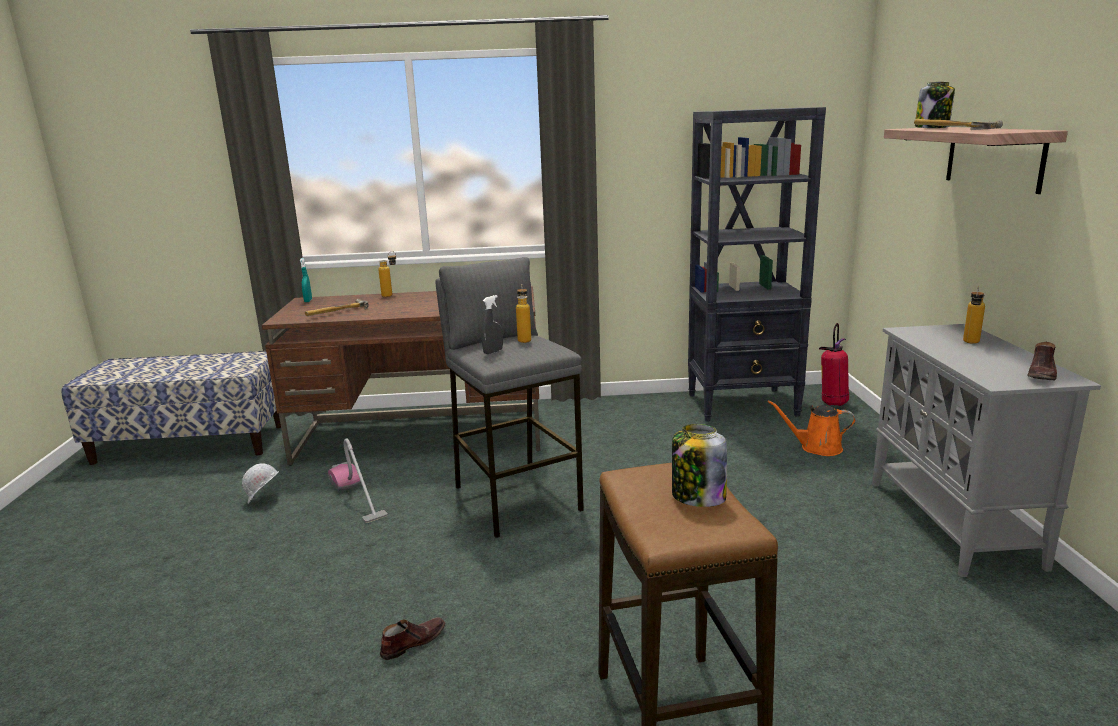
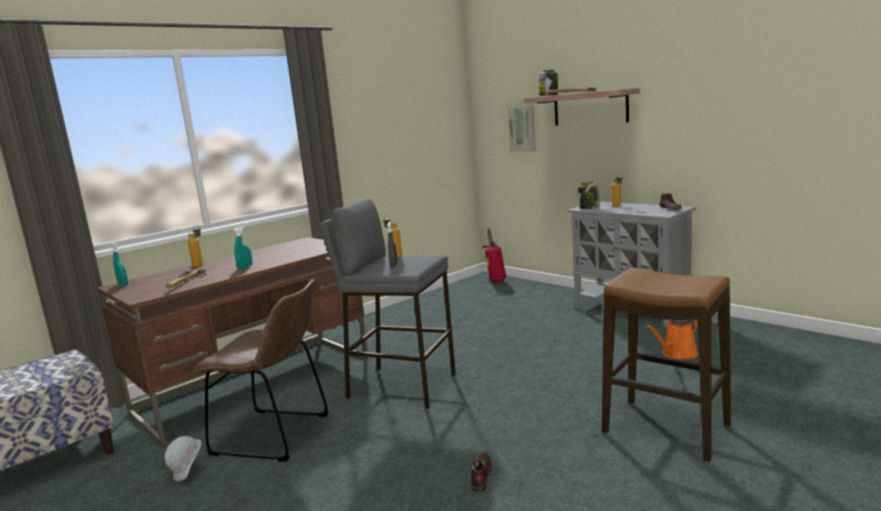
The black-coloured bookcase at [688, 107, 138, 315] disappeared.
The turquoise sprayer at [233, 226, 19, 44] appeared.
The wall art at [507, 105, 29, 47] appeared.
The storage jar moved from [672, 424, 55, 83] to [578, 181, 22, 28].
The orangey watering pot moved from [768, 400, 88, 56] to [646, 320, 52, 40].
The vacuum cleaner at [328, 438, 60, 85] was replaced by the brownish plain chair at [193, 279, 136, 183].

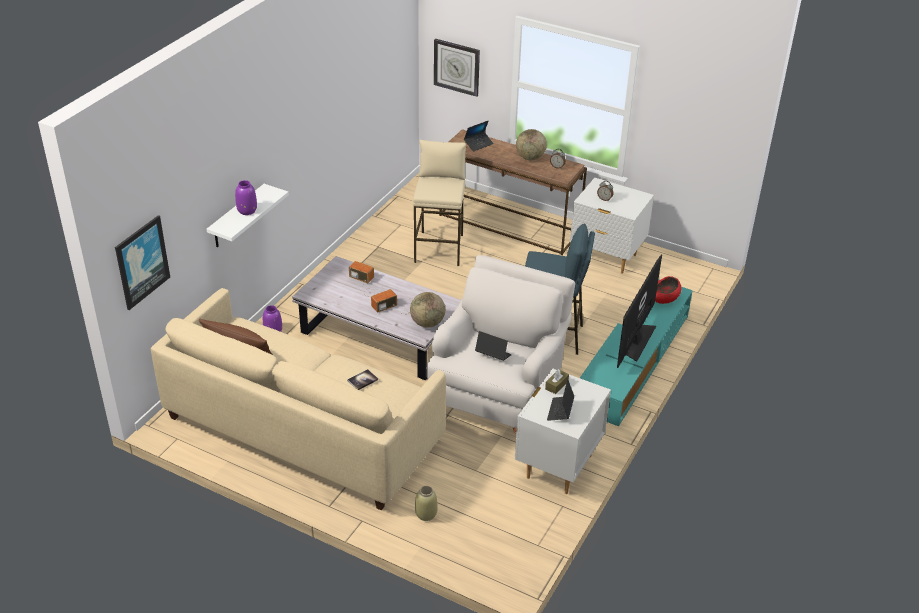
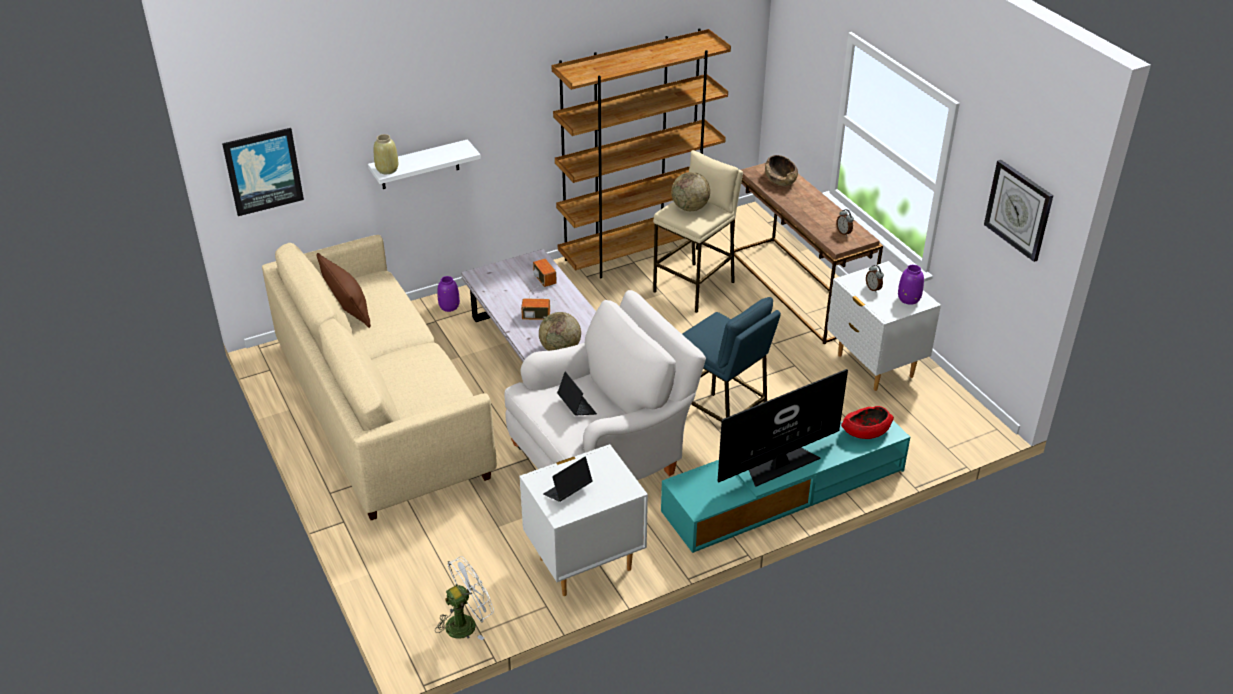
The bound book at [347, 369, 31, 21] disappeared.
The brownish box of tissues at [545, 369, 24, 25] disappeared.
The white-coloured fan at [435, 556, 59, 84] appeared.
The brownish bookcase at [551, 28, 180, 250] appeared.
The purplish decorative vase moved from [235, 180, 22, 35] to [898, 265, 26, 40].
The beige decorative vase moved from [415, 486, 23, 35] to [374, 134, 24, 40].
The hanging clock moved from [434, 39, 46, 58] to [984, 160, 69, 102].
The desk globe moved from [516, 129, 31, 31] to [671, 172, 39, 39].
The notebook computer at [464, 121, 30, 31] was replaced by the brownish bowl at [765, 155, 33, 31].

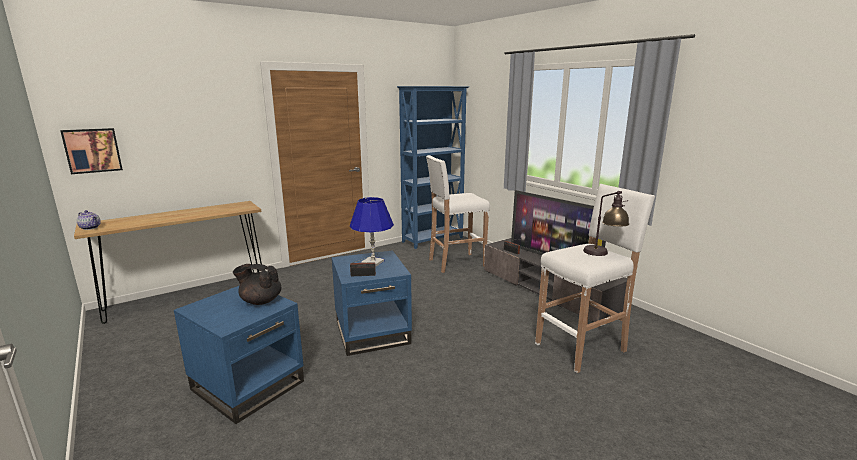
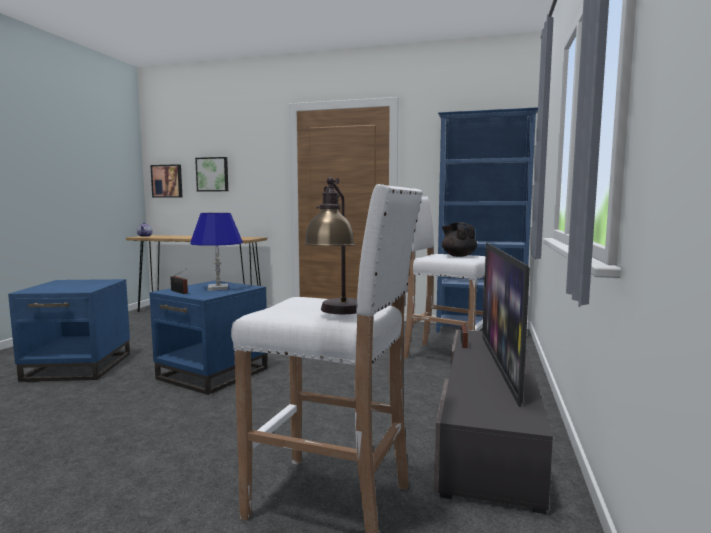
The wall art at [195, 157, 33, 35] appeared.
The black-coloured teapot moved from [233, 264, 48, 41] to [442, 222, 35, 35].

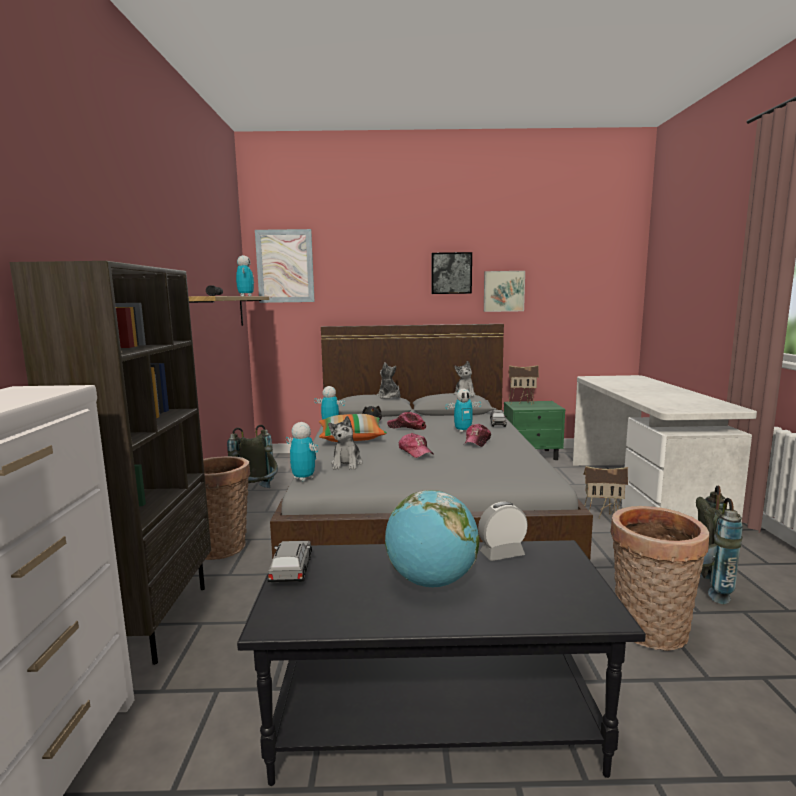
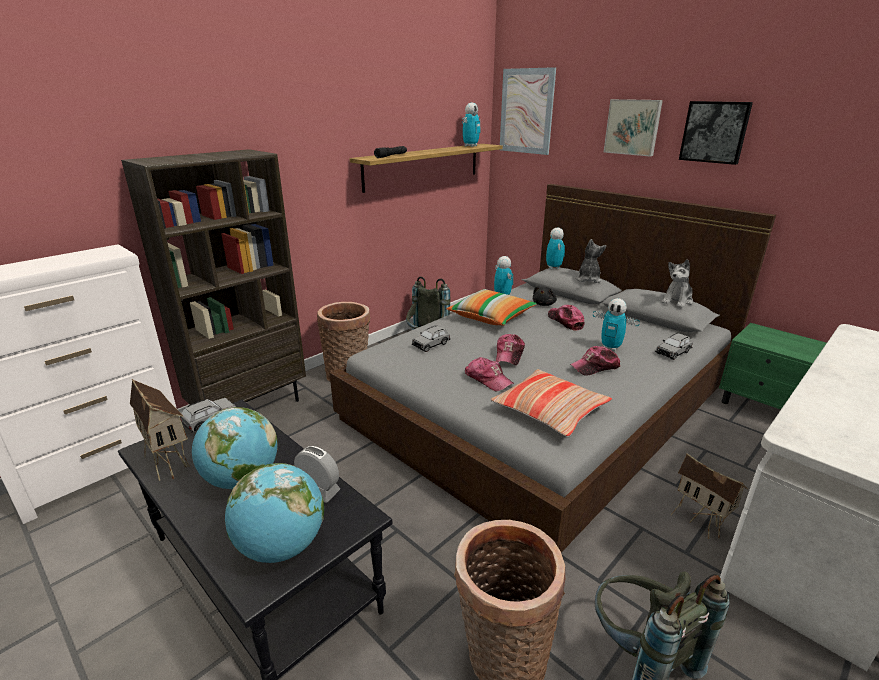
The desk globe at [225, 463, 99, 100] appeared.
The baseball cap at [465, 357, 49, 35] appeared.
The cushion at [490, 369, 122, 68] appeared.
The toy robot moved from [286, 422, 33, 59] to [546, 228, 19, 41].
The wall art moved from [484, 271, 41, 41] to [604, 99, 59, 57].
The toy house moved from [508, 365, 31, 40] to [130, 379, 60, 102].
The cuddly toy at [328, 416, 35, 54] was replaced by the greyish toy car at [412, 326, 38, 26].

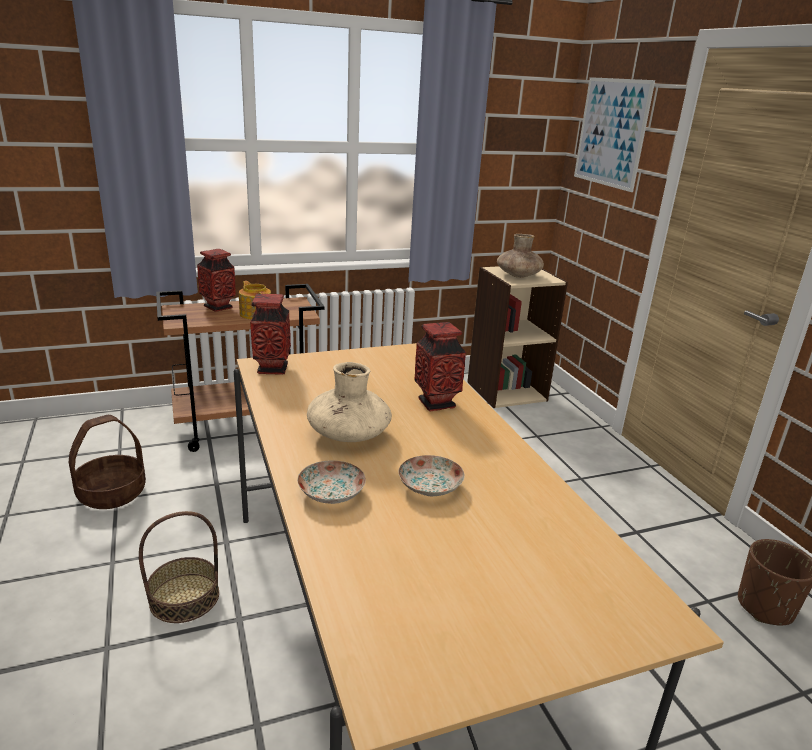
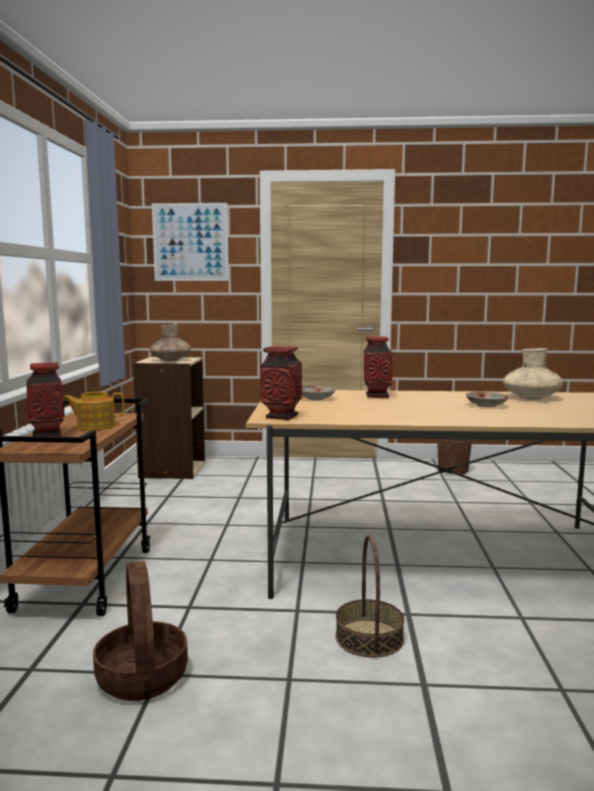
The plate moved from [297, 460, 69, 44] to [302, 386, 34, 14].
The beige decorative vase moved from [307, 362, 85, 80] to [503, 348, 60, 52].

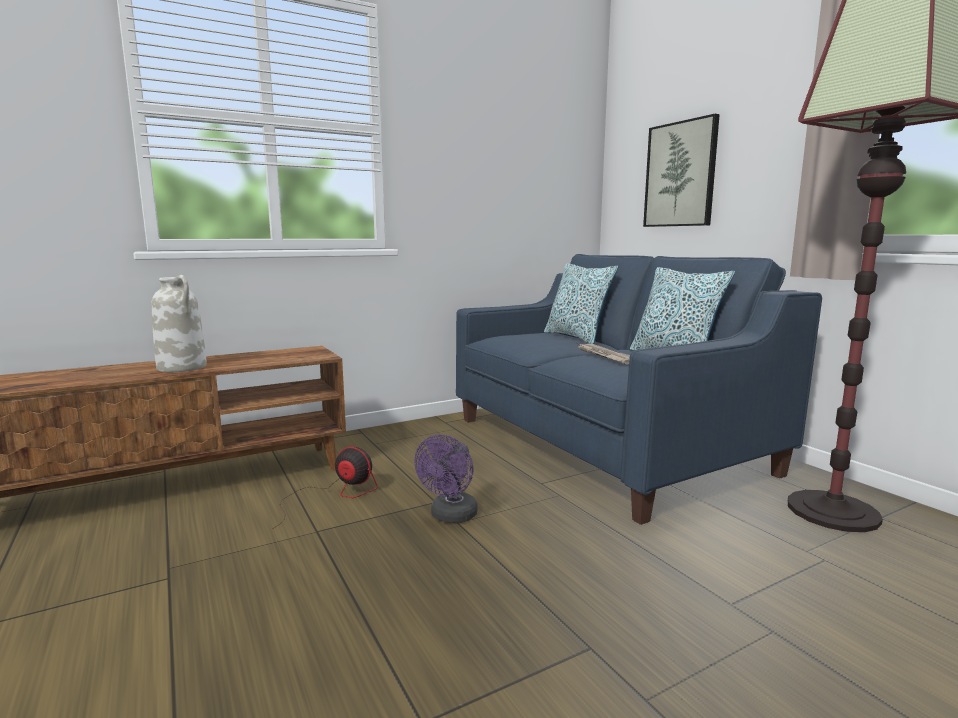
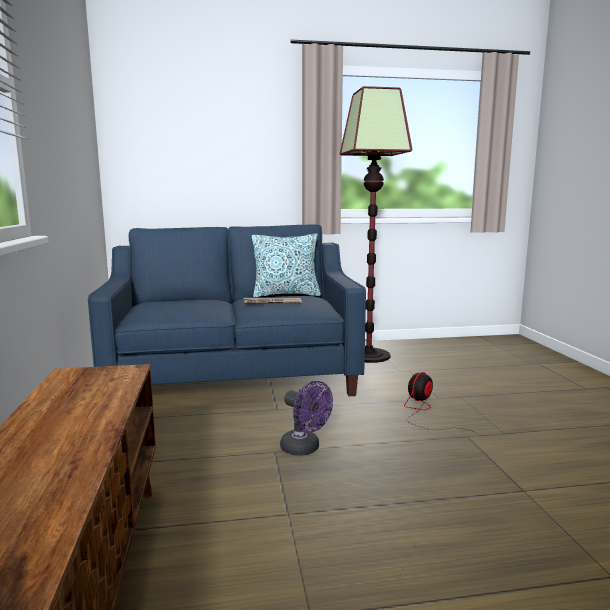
The white-coloured decorative vase at [151, 275, 56, 97] disappeared.
The cushion at [544, 263, 74, 81] disappeared.
The wall art at [643, 114, 77, 113] disappeared.
The fan moved from [274, 447, 104, 81] to [404, 372, 73, 61].

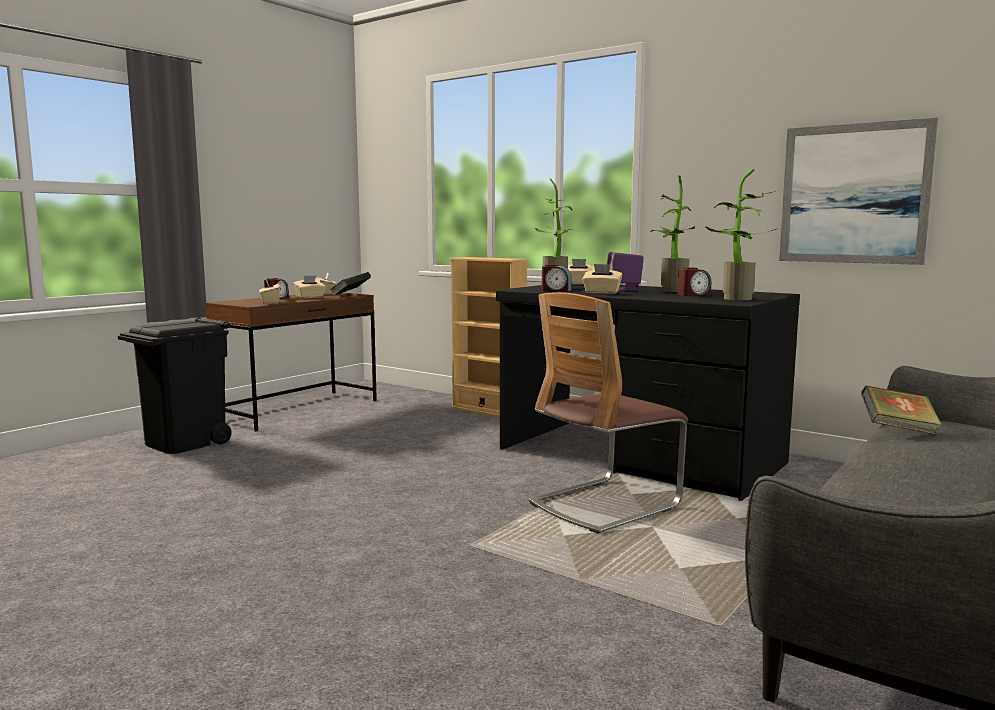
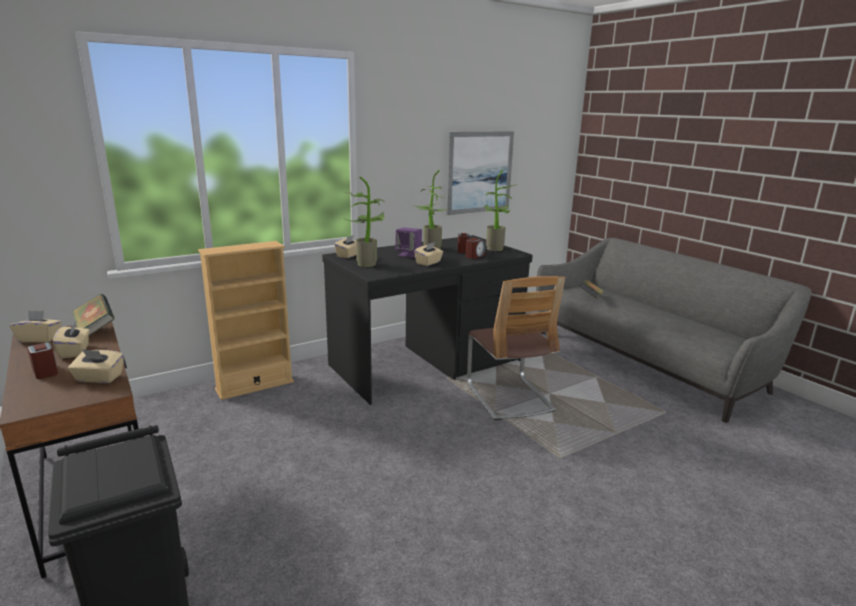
The alarm clock moved from [542, 265, 30, 26] to [466, 238, 20, 21].

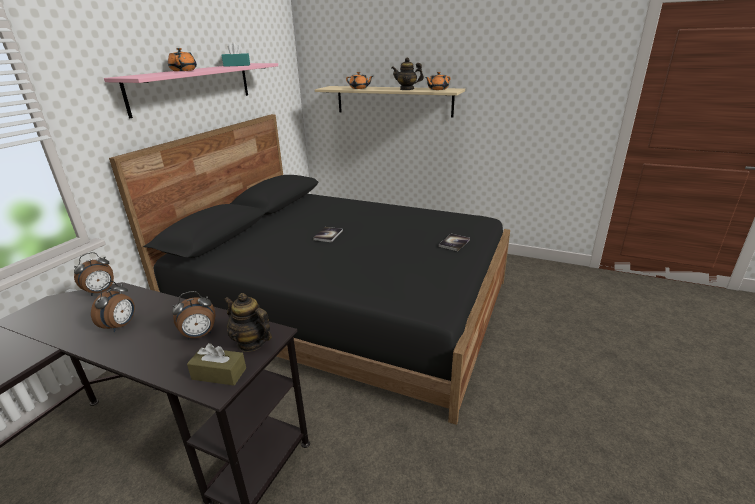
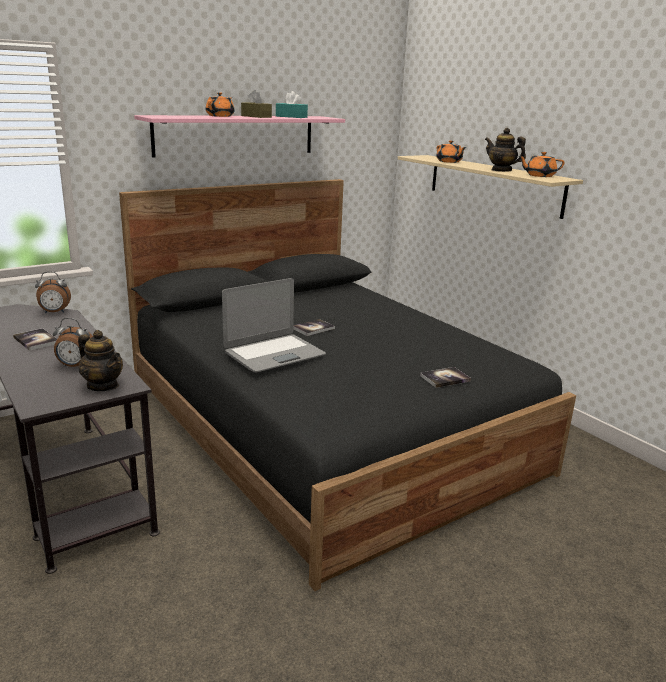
The notebook computer at [222, 278, 104, 94] appeared.
The brownish box of tissues moved from [187, 343, 59, 43] to [241, 90, 31, 28].
The alarm clock at [91, 281, 44, 51] was replaced by the bound book at [13, 328, 44, 23].
The teapot at [224, 293, 48, 59] turned 150 degrees clockwise.

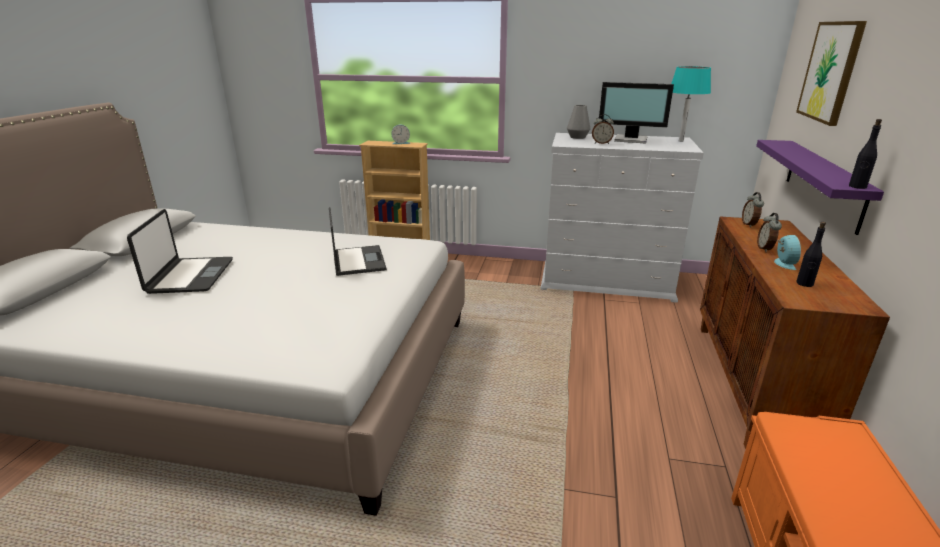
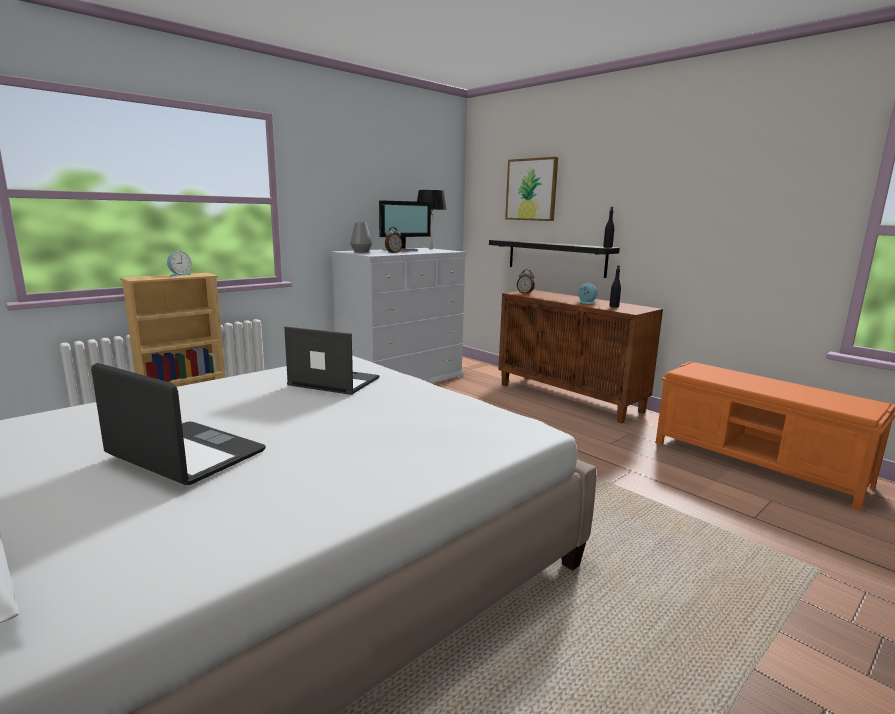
The alarm clock at [757, 213, 25, 39] disappeared.
The turquoise lamp for a table at [671, 66, 40, 76] became the black-coloured lamp for a table at [417, 190, 30, 59].
The purplish wall shelf at [756, 140, 128, 95] became the black-coloured wall shelf at [489, 240, 131, 38].

